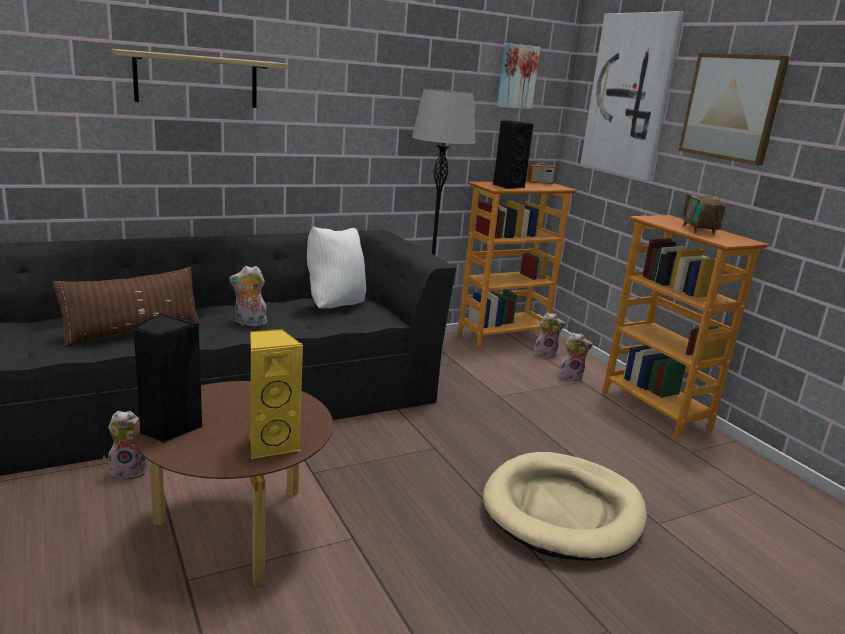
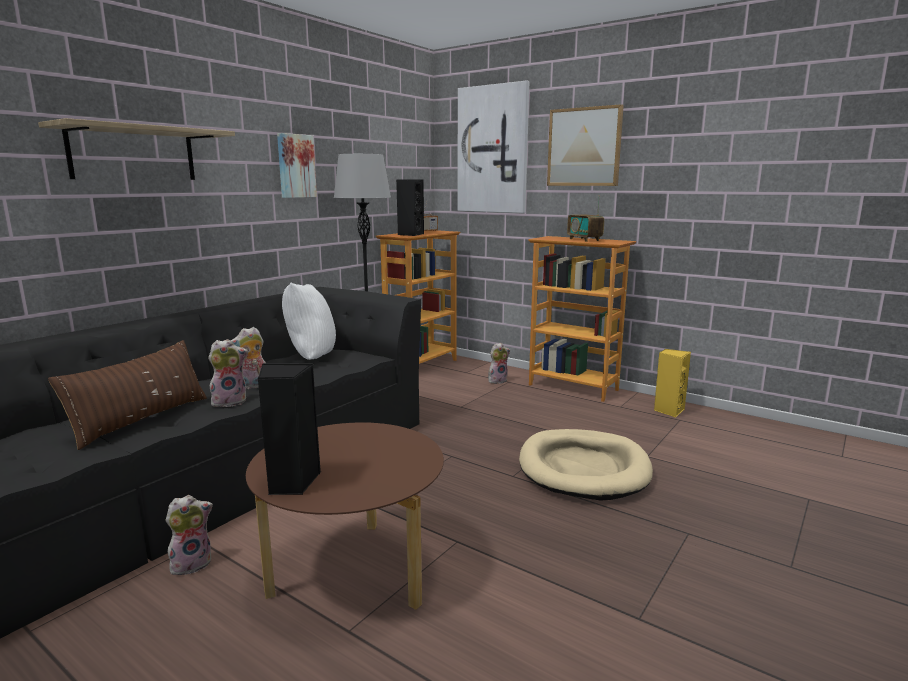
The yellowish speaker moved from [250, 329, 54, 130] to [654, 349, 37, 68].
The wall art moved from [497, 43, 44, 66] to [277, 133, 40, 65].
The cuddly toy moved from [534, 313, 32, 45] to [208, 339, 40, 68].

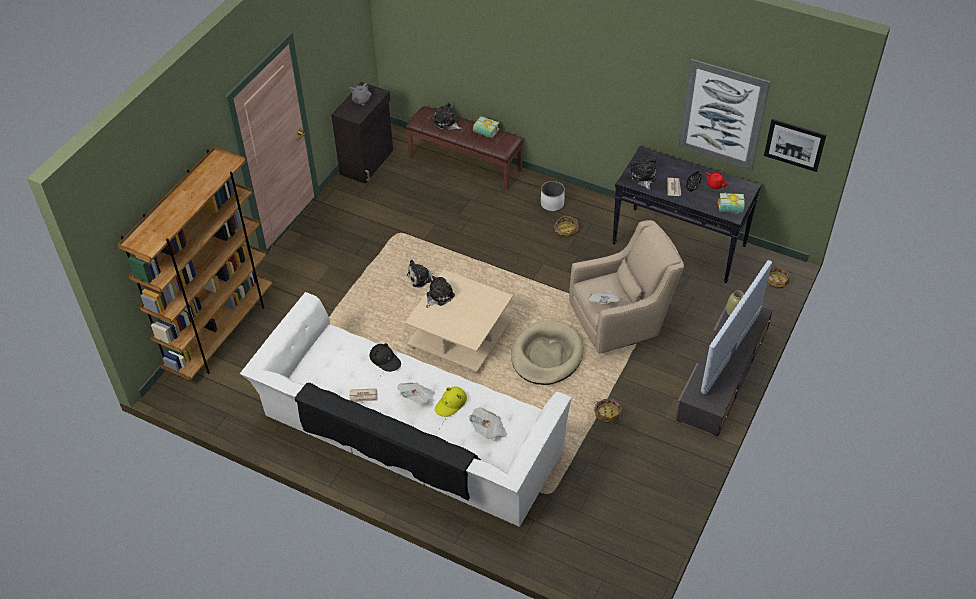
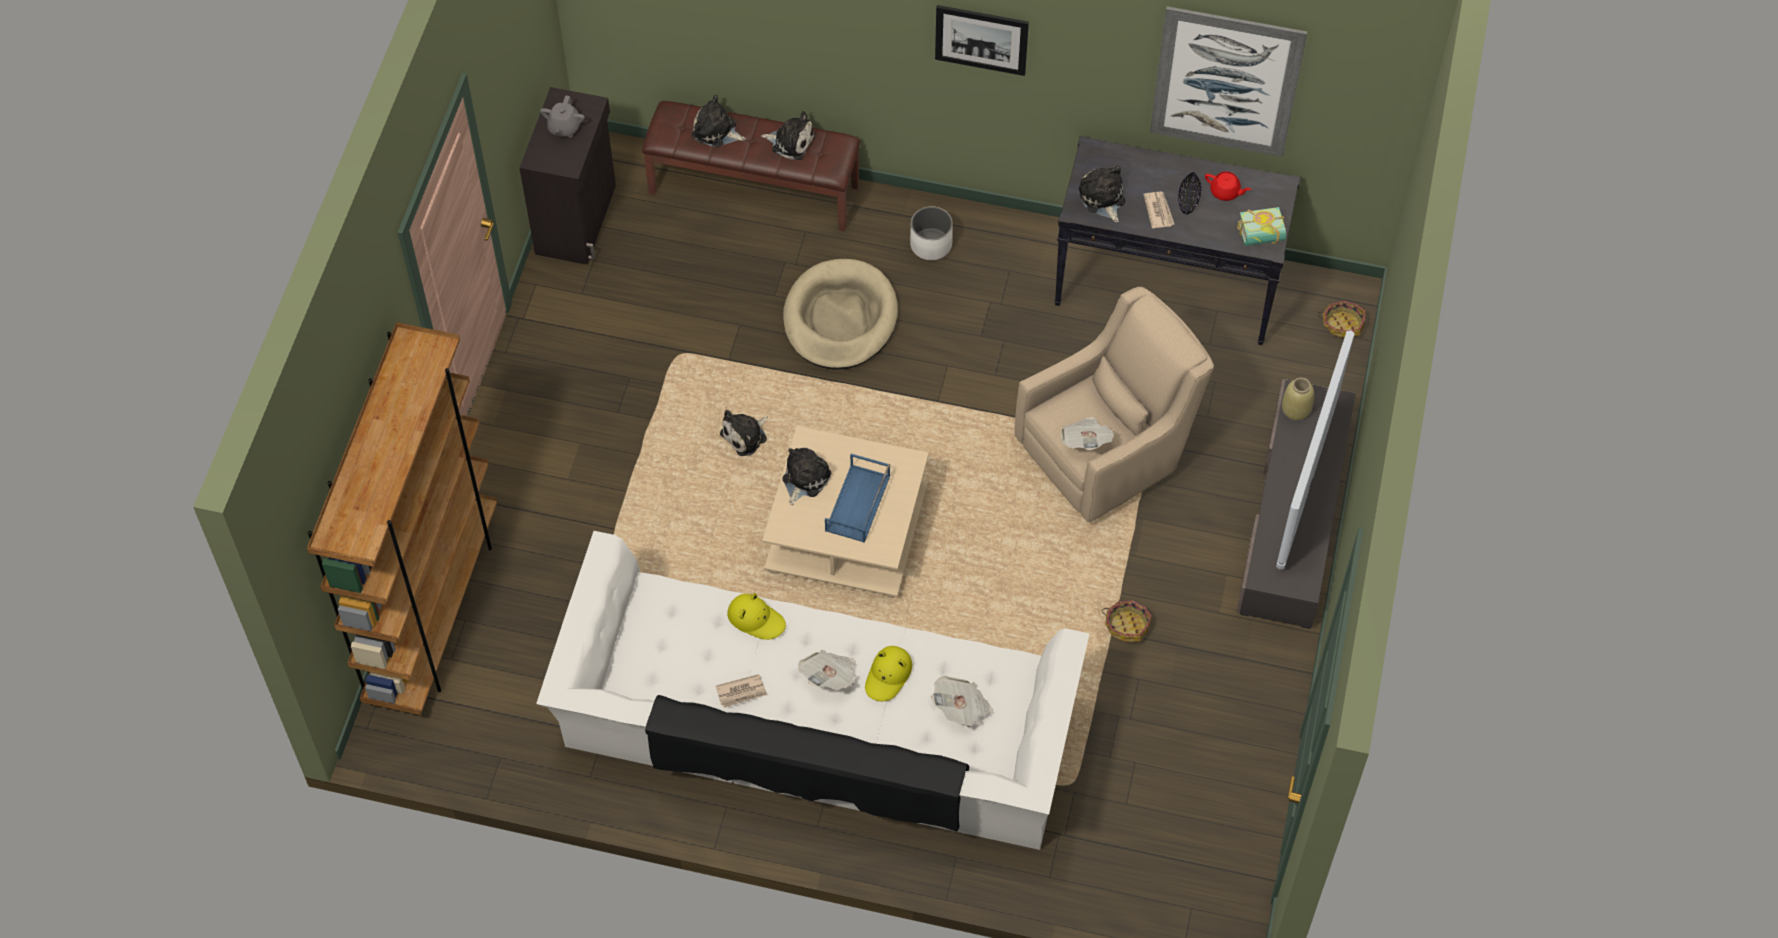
The storage basket at [554, 216, 25, 21] disappeared.
The bluish tray at [825, 454, 65, 89] appeared.
The beige dog bed moved from [511, 320, 73, 65] to [783, 259, 115, 111].
The wall art moved from [764, 119, 62, 53] to [935, 5, 94, 71].
The bound book at [473, 116, 26, 22] was replaced by the cuddly toy at [761, 111, 54, 49].
The black-coloured wearable hat at [369, 343, 32, 29] became the yellowish wearable hat at [727, 593, 59, 47].

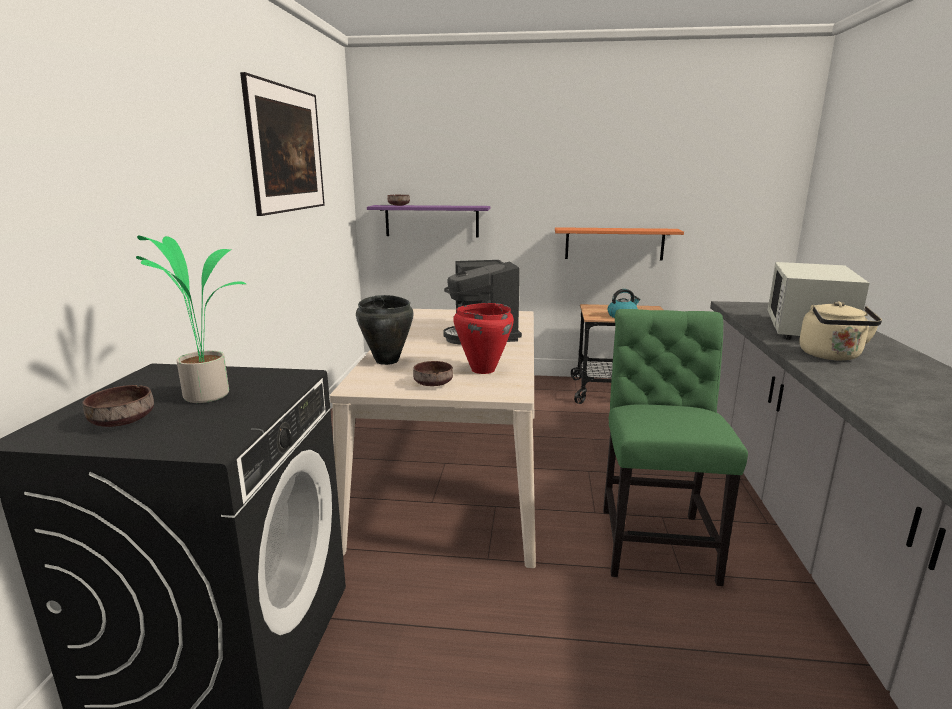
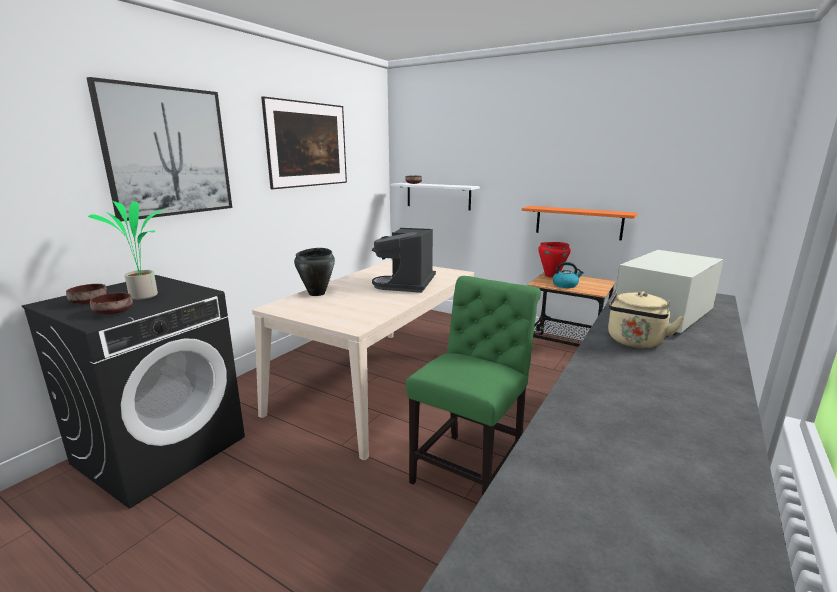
The wall art at [87, 77, 145, 144] appeared.
The brownish bowl moved from [413, 361, 40, 25] to [90, 293, 43, 22].
The red cooking pot moved from [453, 303, 61, 71] to [538, 242, 33, 36].
The purplish wall shelf at [367, 205, 123, 32] became the white-coloured wall shelf at [390, 183, 90, 28].

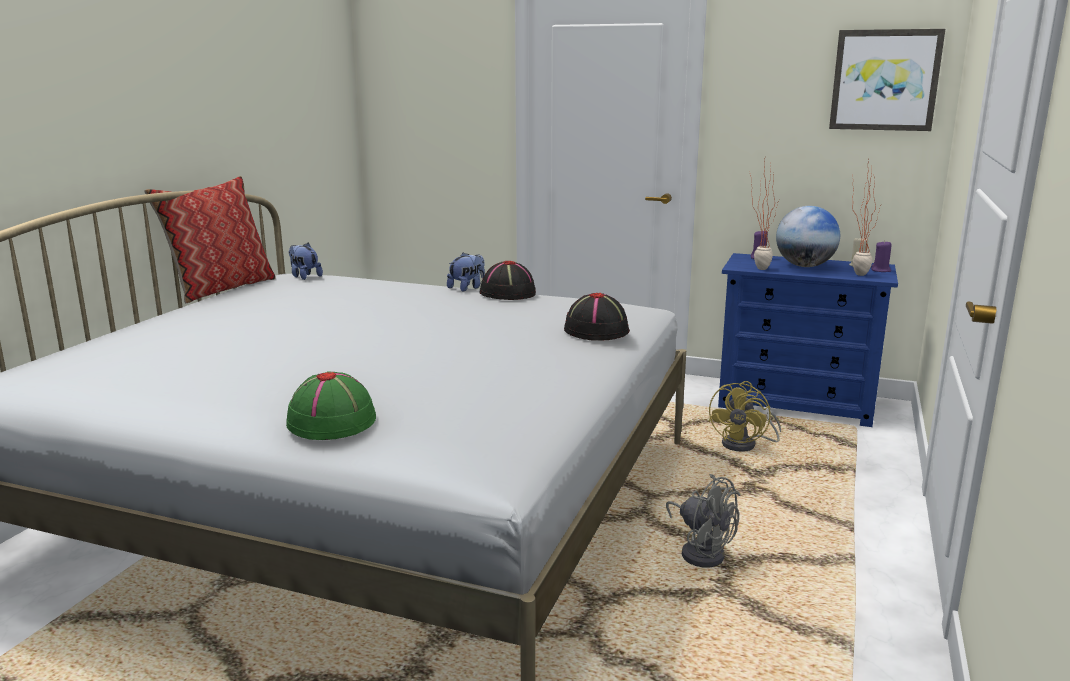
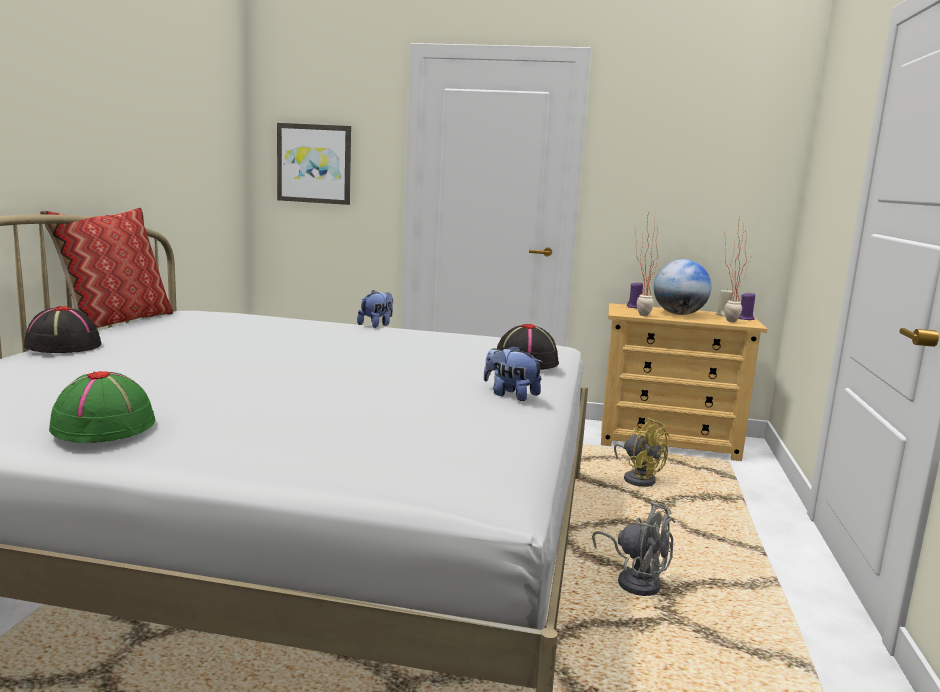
The greenish wearable hat moved from [286, 371, 90, 69] to [49, 371, 106, 72].
The cuddly toy moved from [289, 243, 34, 37] to [484, 345, 59, 56].
The black-coloured wearable hat moved from [480, 261, 56, 39] to [24, 306, 77, 47].
The wall art moved from [829, 29, 116, 102] to [277, 123, 74, 82].
The bluish chest of drawers at [718, 253, 180, 174] became the beige chest of drawers at [601, 303, 166, 158].
The yellowish fan at [708, 381, 73, 71] turned 60 degrees counterclockwise.

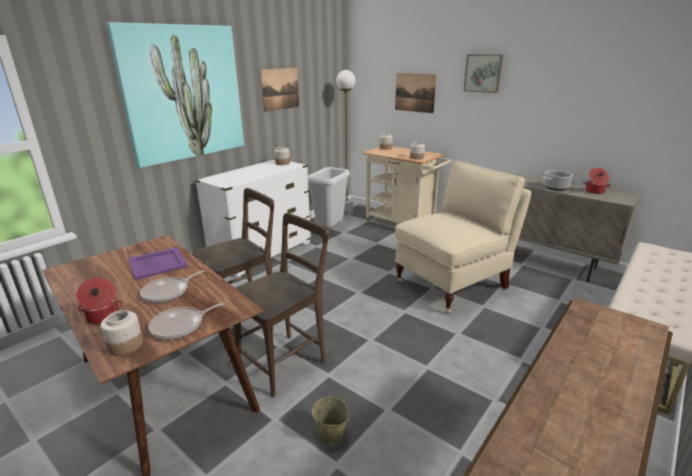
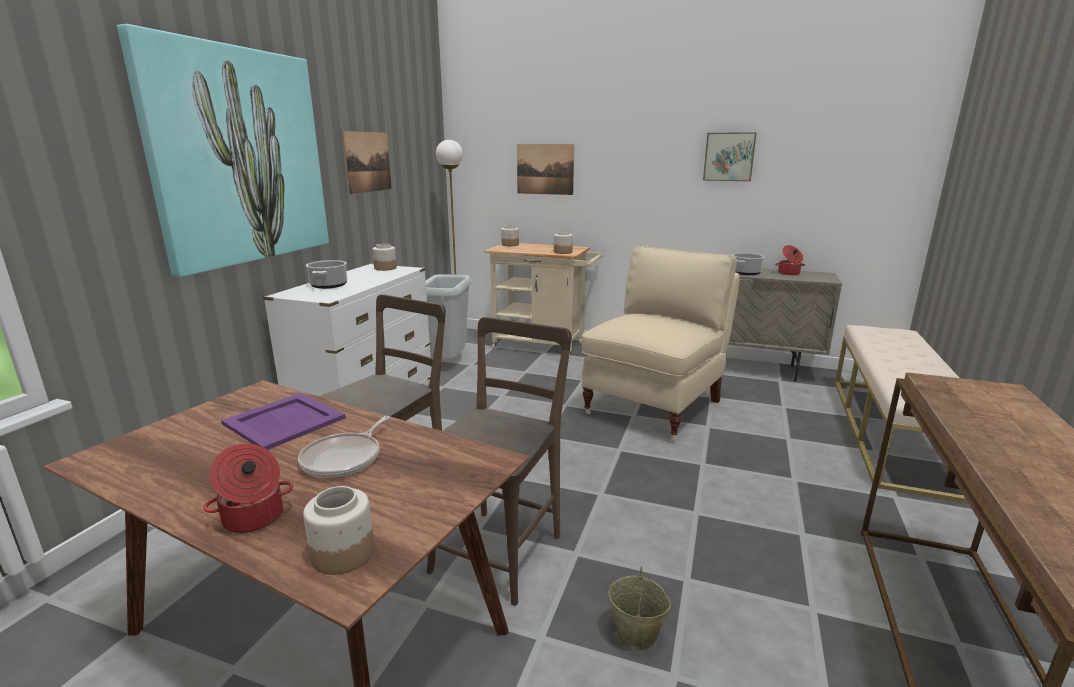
The pan at [148, 302, 77, 37] disappeared.
The cooking pot at [306, 260, 41, 29] appeared.
The wall art moved from [464, 54, 39, 39] to [703, 132, 54, 49].

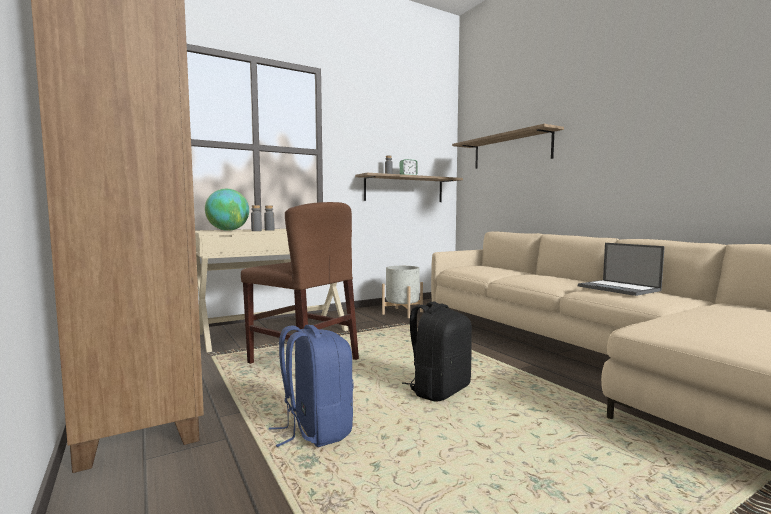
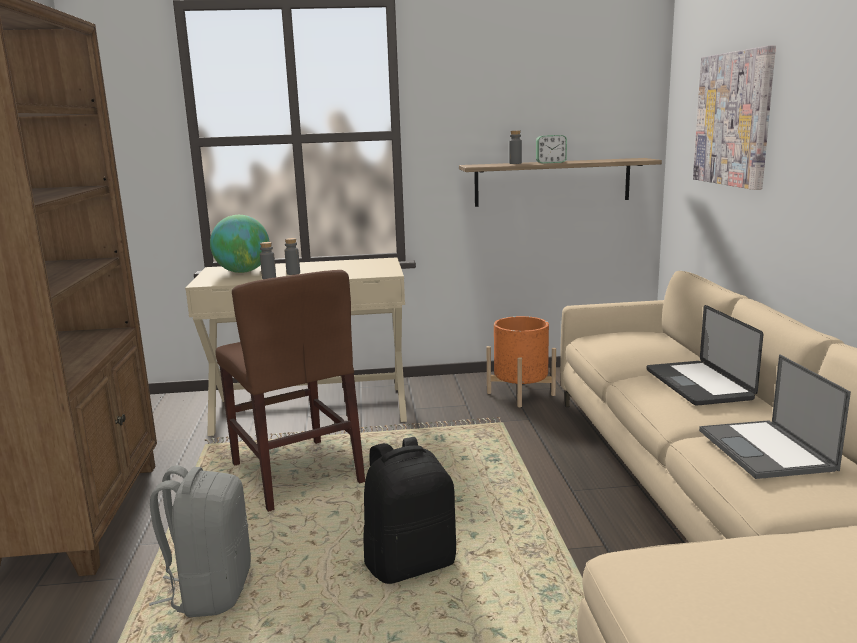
The notebook computer at [646, 305, 117, 101] appeared.
The wall shelf at [452, 124, 112, 45] was replaced by the wall art at [693, 45, 83, 145].
The bluish backpack at [269, 325, 84, 122] became the greyish backpack at [149, 465, 102, 152].
The greyish planter at [382, 266, 41, 52] became the orangey planter at [487, 316, 69, 91].

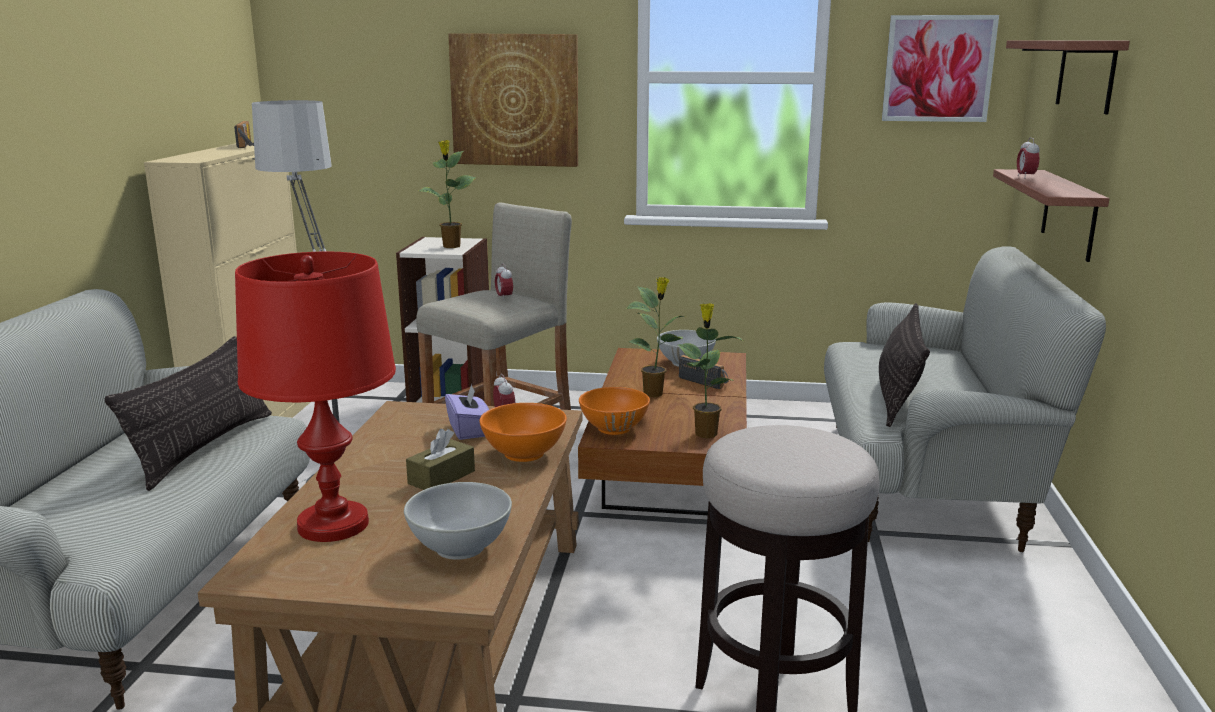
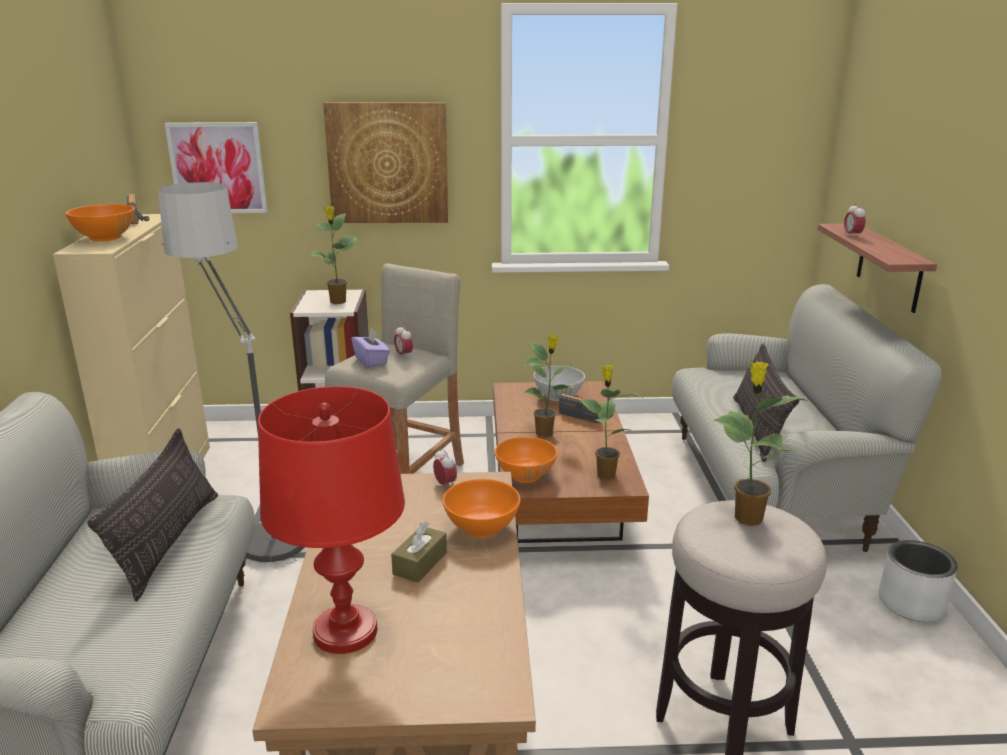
The white-coloured bowl at [404, 482, 108, 78] disappeared.
The wall shelf at [1006, 40, 124, 74] disappeared.
The orangey bowl at [65, 204, 70, 38] appeared.
The potted plant at [713, 361, 95, 165] appeared.
The greyish planter at [879, 540, 79, 82] appeared.
The purplish box of tissues moved from [445, 384, 44, 56] to [351, 328, 39, 40].
The wall art moved from [882, 15, 117, 107] to [165, 122, 103, 91].

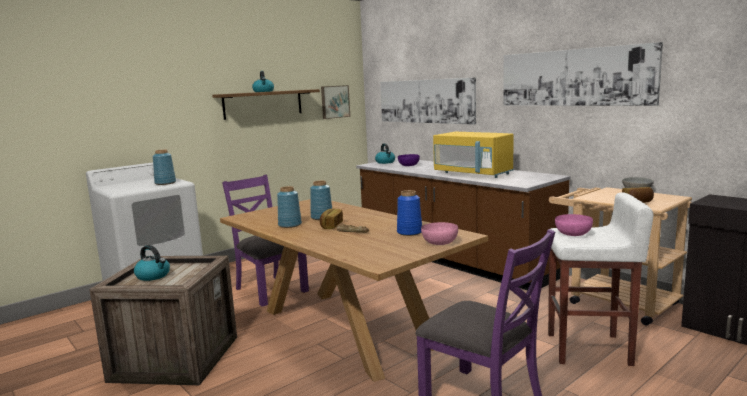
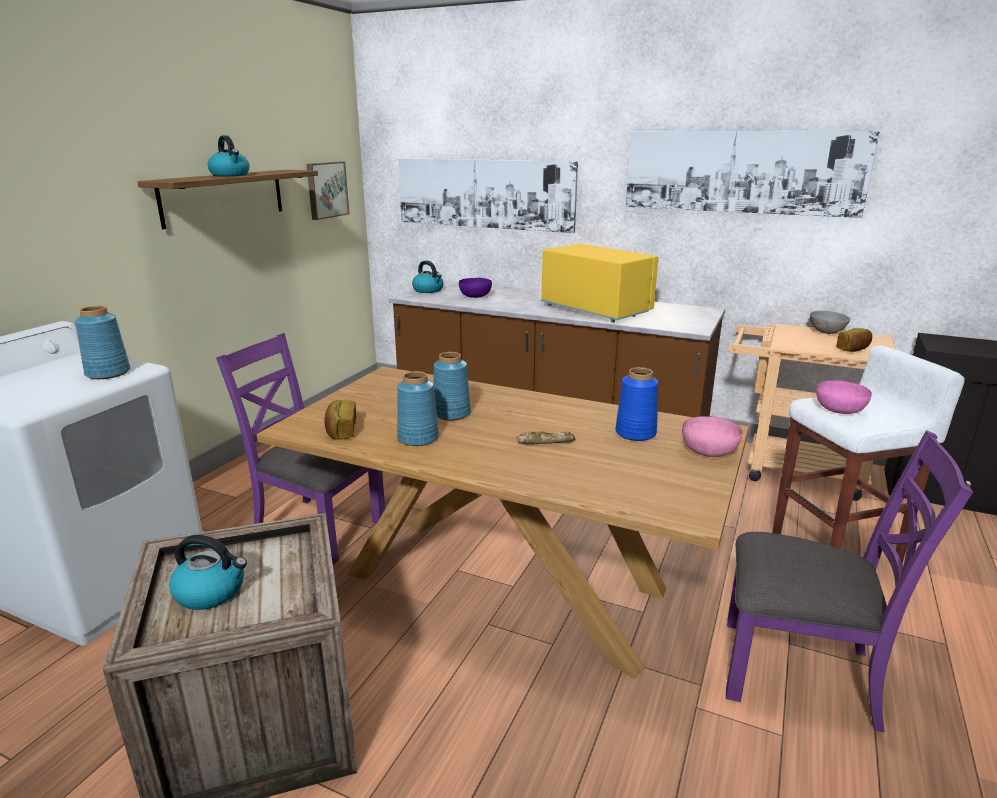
The bread moved from [320, 208, 23, 21] to [324, 400, 32, 40].
The yellowish kitchen microwave at [433, 132, 81, 46] turned 150 degrees counterclockwise.

